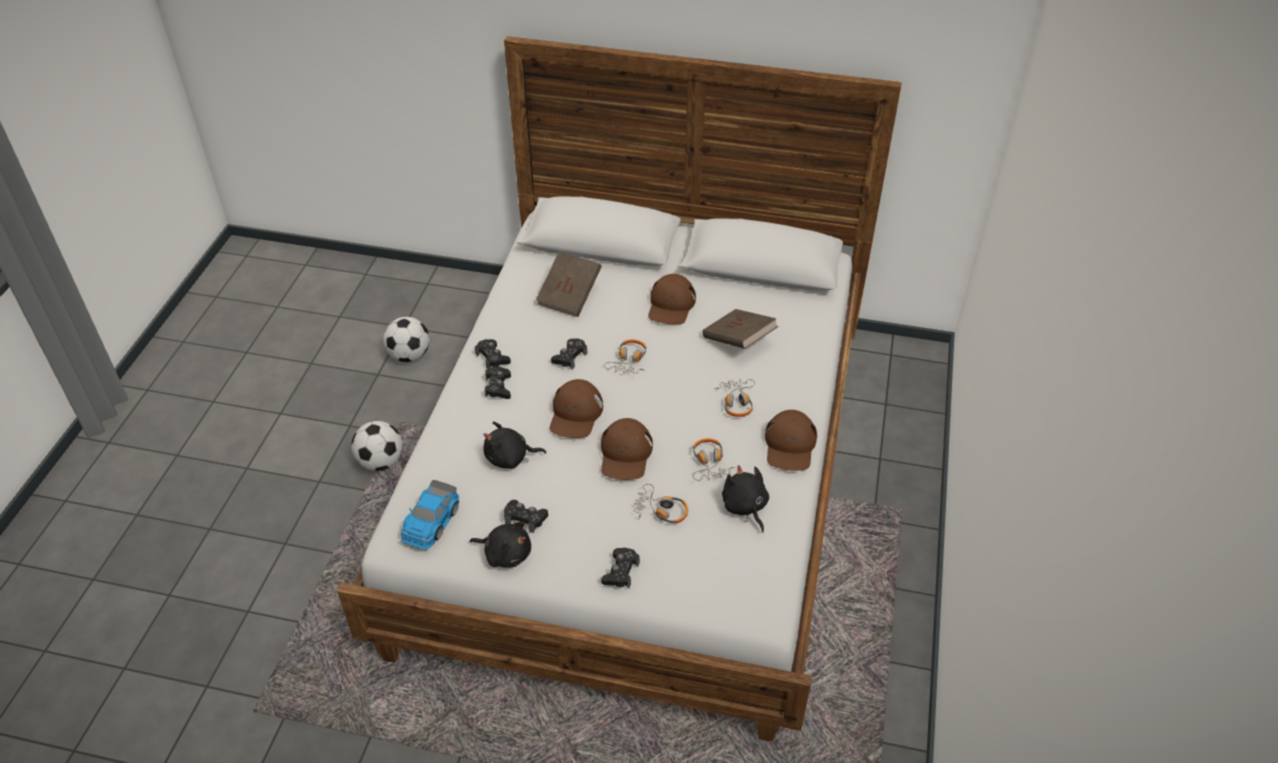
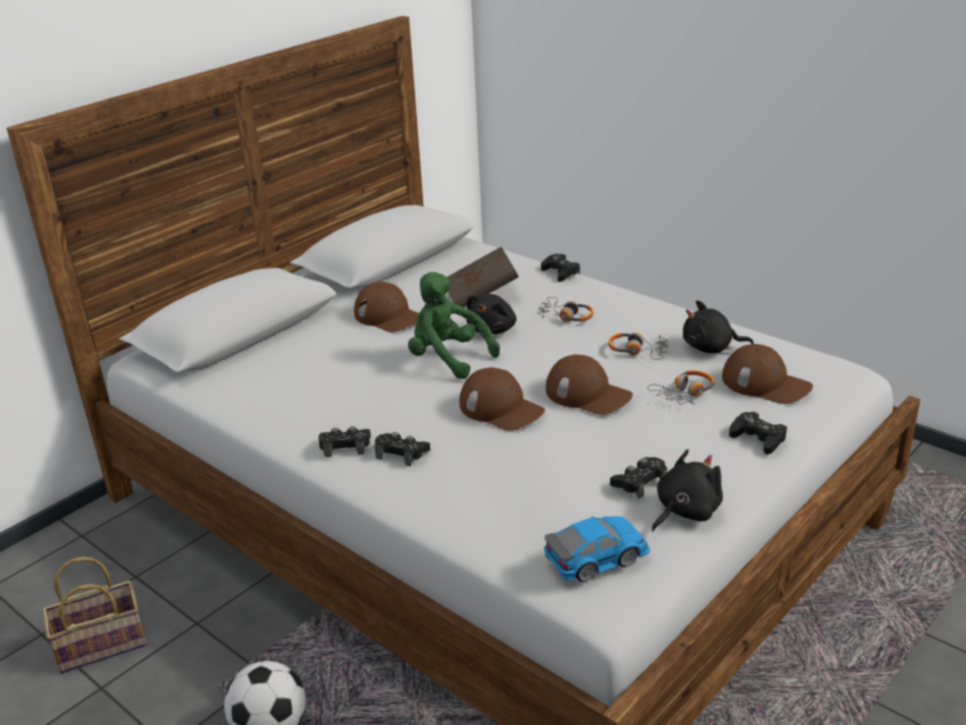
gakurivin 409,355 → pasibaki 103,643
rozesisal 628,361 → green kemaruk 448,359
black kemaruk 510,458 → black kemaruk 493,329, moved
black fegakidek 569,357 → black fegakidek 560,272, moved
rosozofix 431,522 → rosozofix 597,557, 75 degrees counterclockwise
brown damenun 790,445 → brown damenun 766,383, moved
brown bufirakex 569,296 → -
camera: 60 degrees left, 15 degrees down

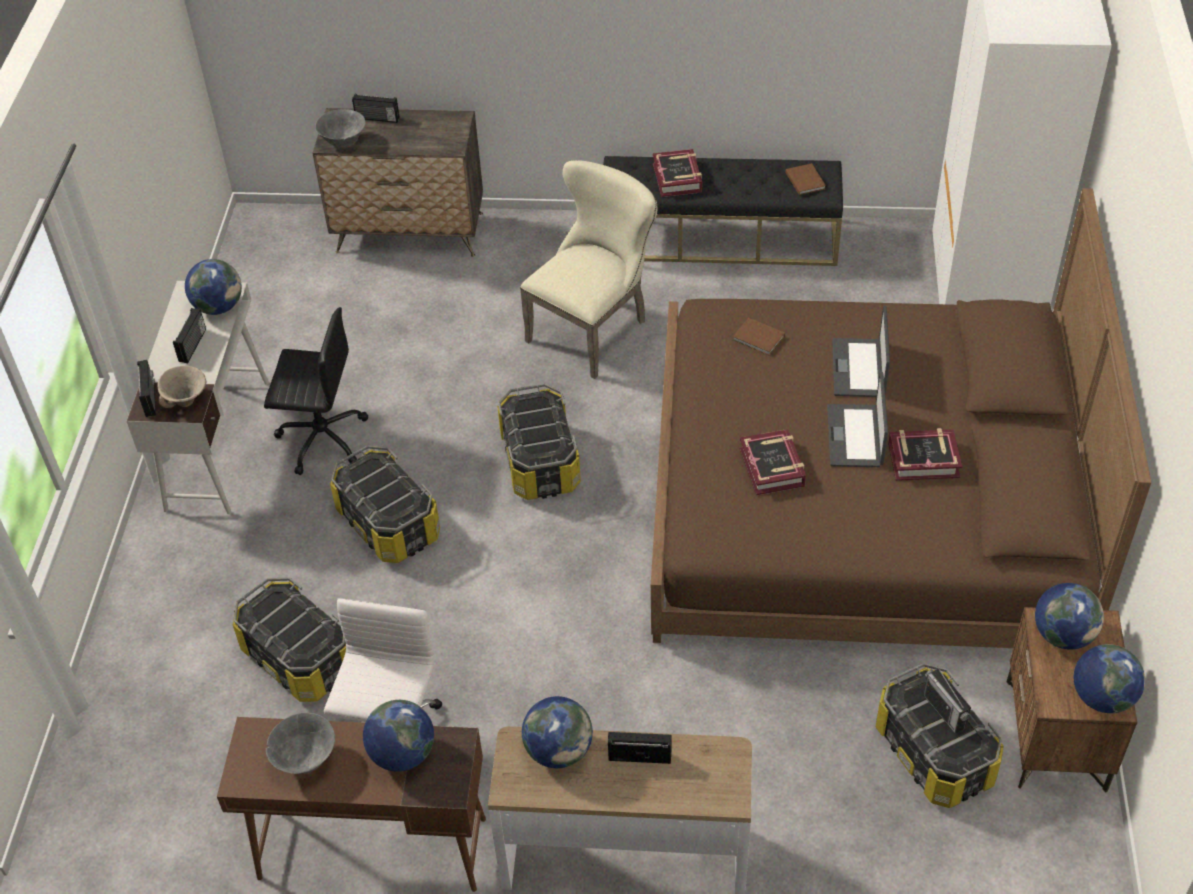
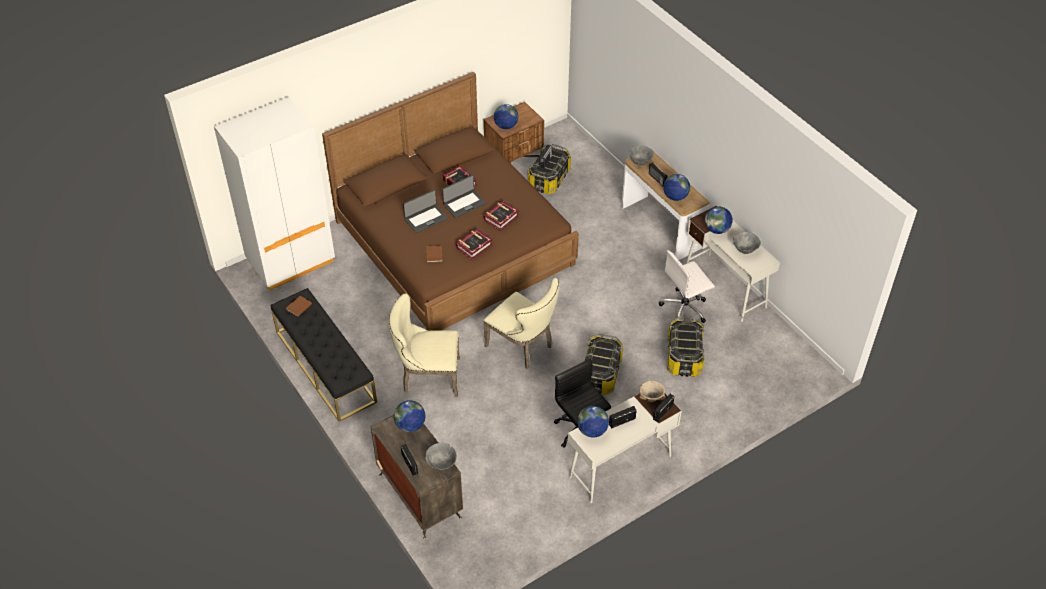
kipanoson 1102,697 → kipanoson 410,425, moved
bufirakex 677,178 → bufirakex 474,246, moved
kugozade 539,462 → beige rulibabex 523,347
- → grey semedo 640,163
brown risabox 371,848 → white risabox 725,287
camera: 130 degrees left, 0 degrees up

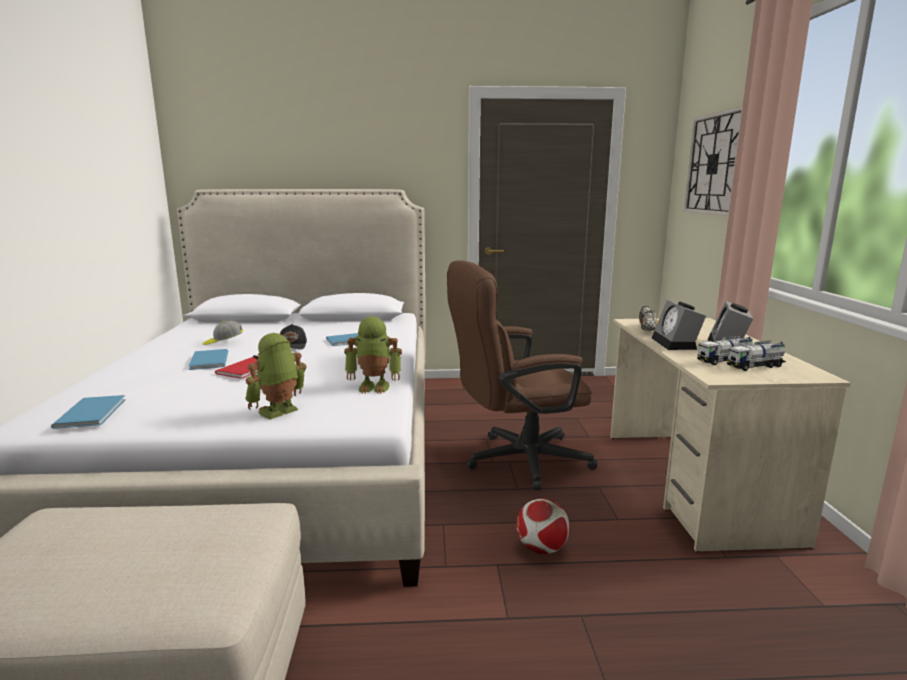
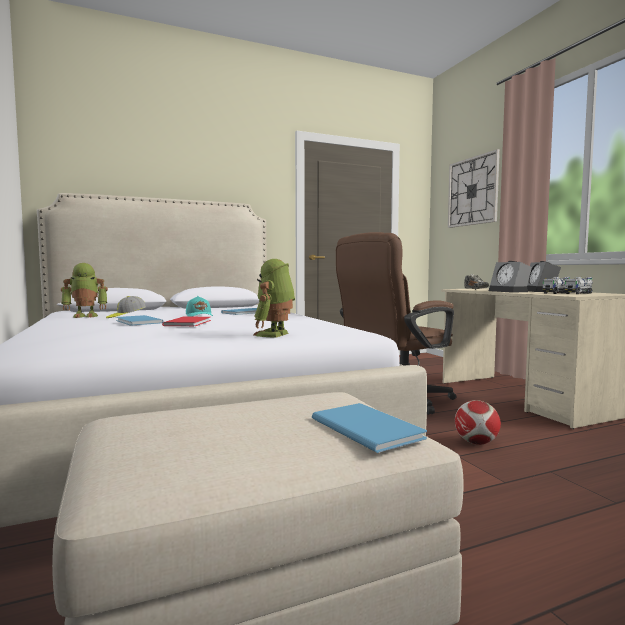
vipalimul 374,386 → vipalimul 86,316, moved
black damenun 292,346 → turquoise damenun 200,315
blue bufirakex 94,412 → blue bufirakex 367,427, moved
camera: 20 degrees left, 10 degrees down

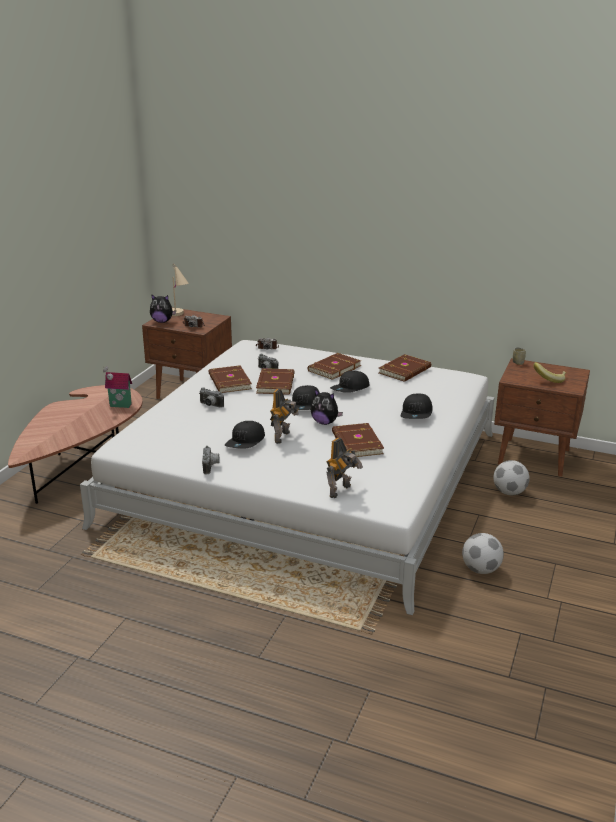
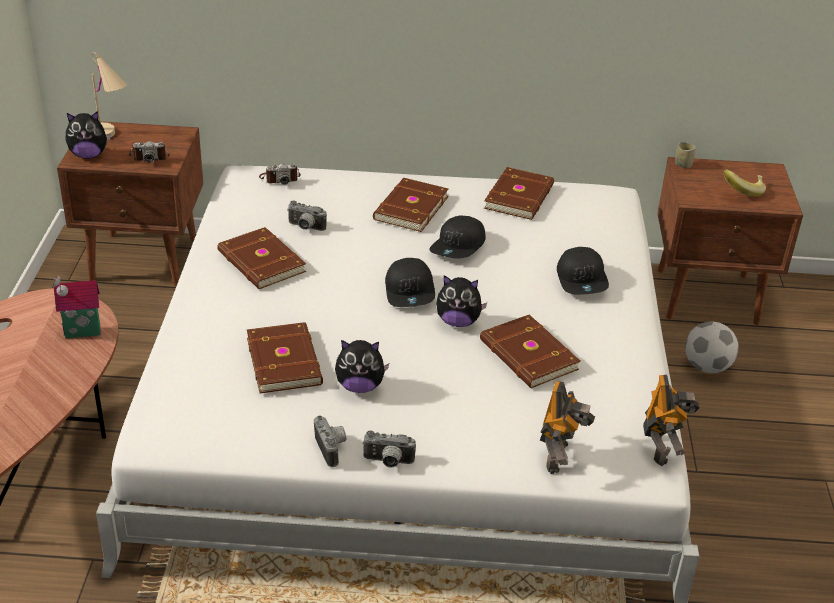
brown bufirakex 276,384 → brown bufirakex 285,360, moved
black damenun 246,442 → kemaruk 360,386
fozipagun 210,405 → fozipagun 388,462, moved
vipalimul 283,437 → vipalimul 661,448, moved
gakurivin 480,570 → -
camera: 20 degrees left, 10 degrees up

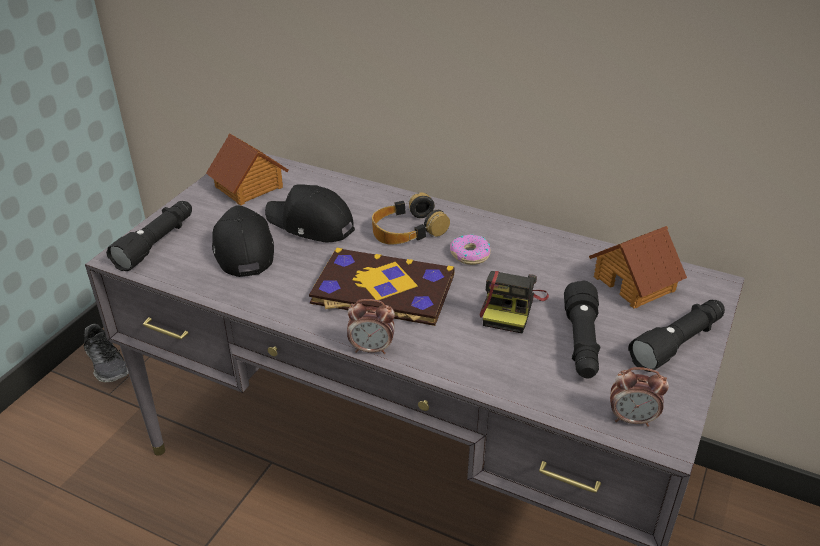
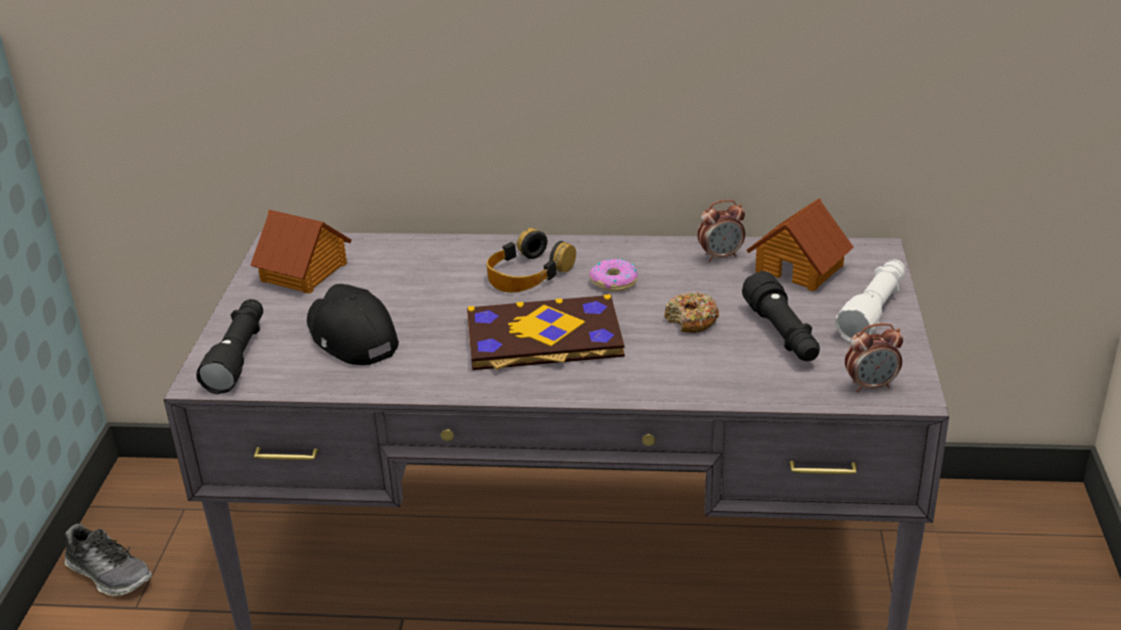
fozipagun 511,307 → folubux 691,320
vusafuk 371,349 → vusafuk 720,256, moved
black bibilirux 678,343 → white bibilirux 873,311
black damenun 310,224 → -
camera: 20 degrees left, 5 degrees down

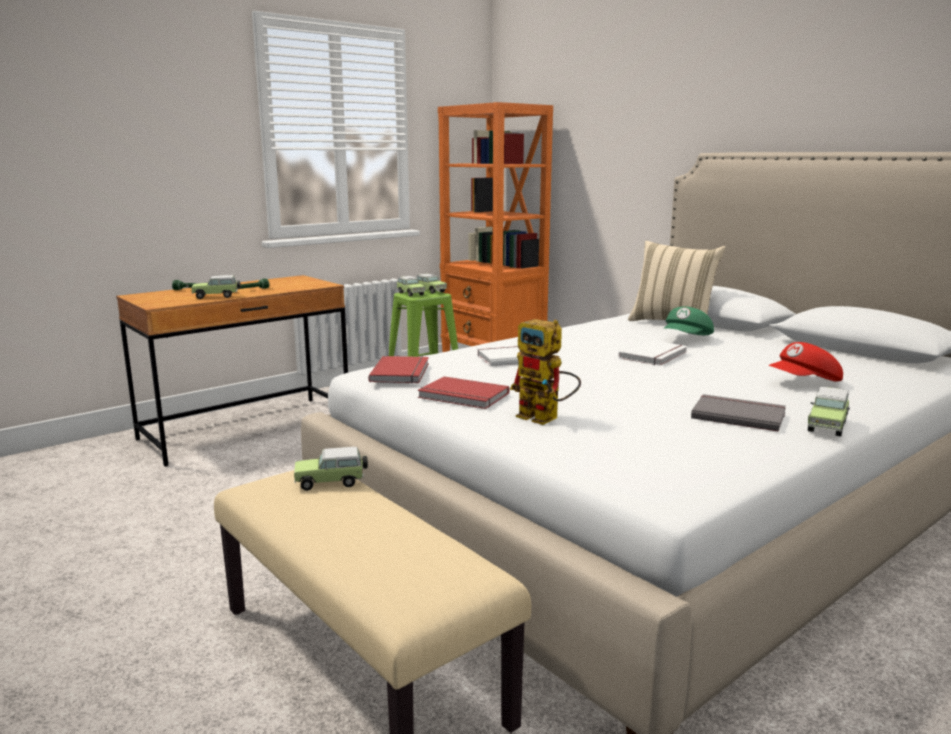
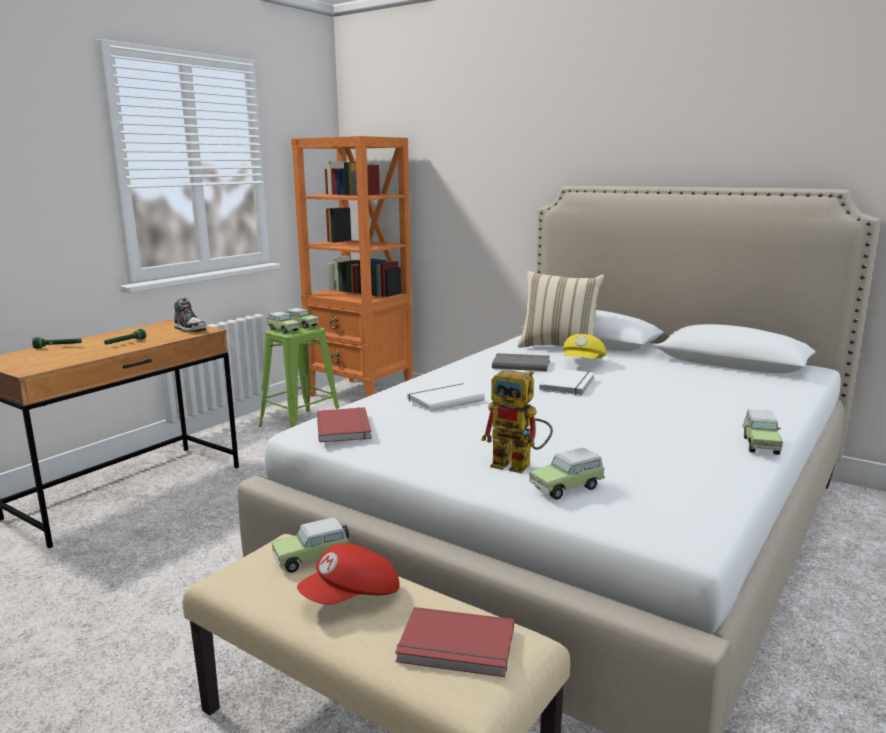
- → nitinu 190,329
red damenun 804,383 → red damenun 352,598, moved
red bufirakex 463,396 → red bufirakex 456,647, moved
grey bufirakex 738,415 → grey bufirakex 521,364, moved
rosozofix 217,296 → rosozofix 568,487, moved
green damenun 687,339 → yellow damenun 583,363
camera: 15 degrees left, 0 degrees up

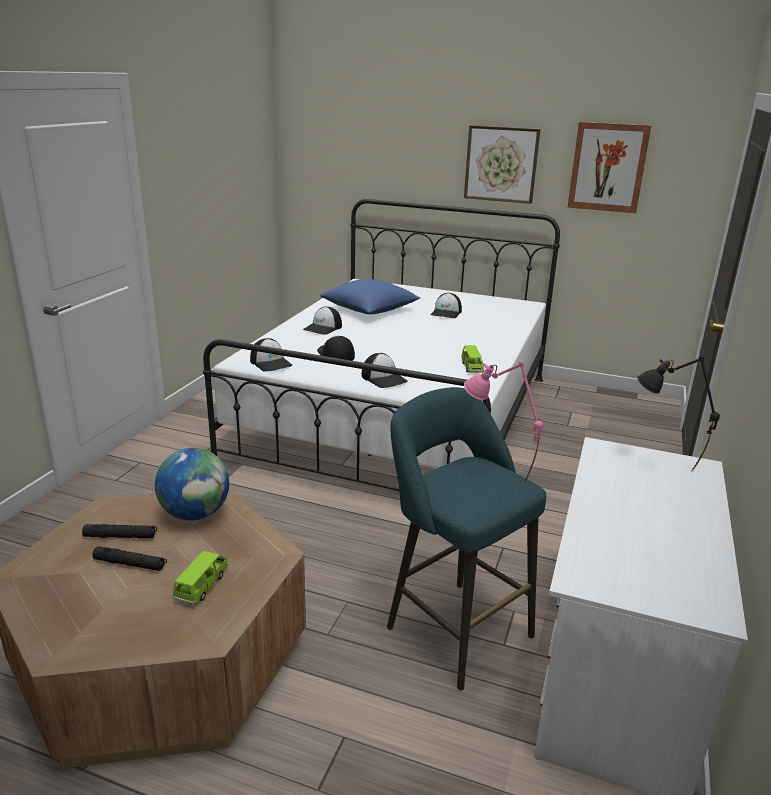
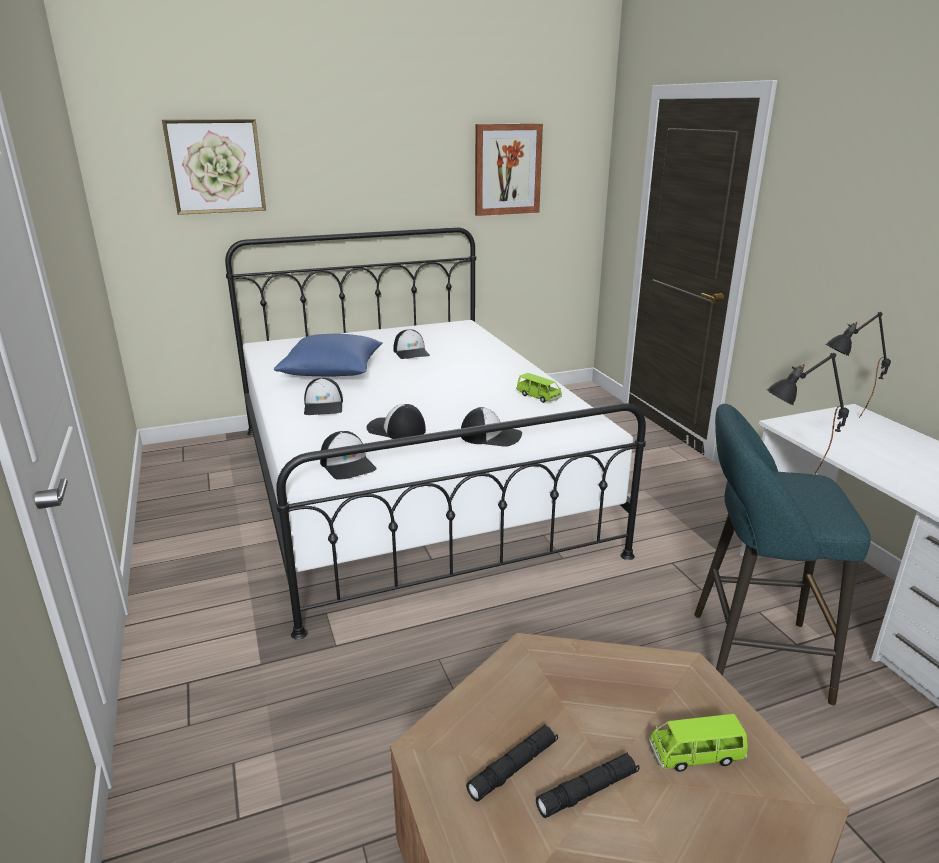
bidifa 501,164 → bidifa 216,166, moved
damenun 271,363 → damenun 348,465, 45 degrees clockwise
green rosozofix 202,586 → green rosozofix 696,755, 75 degrees counterclockwise
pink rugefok 494,477 → black rugefok 792,482
kipanoson 195,514 → -
camera: 40 degrees left, 0 degrees up

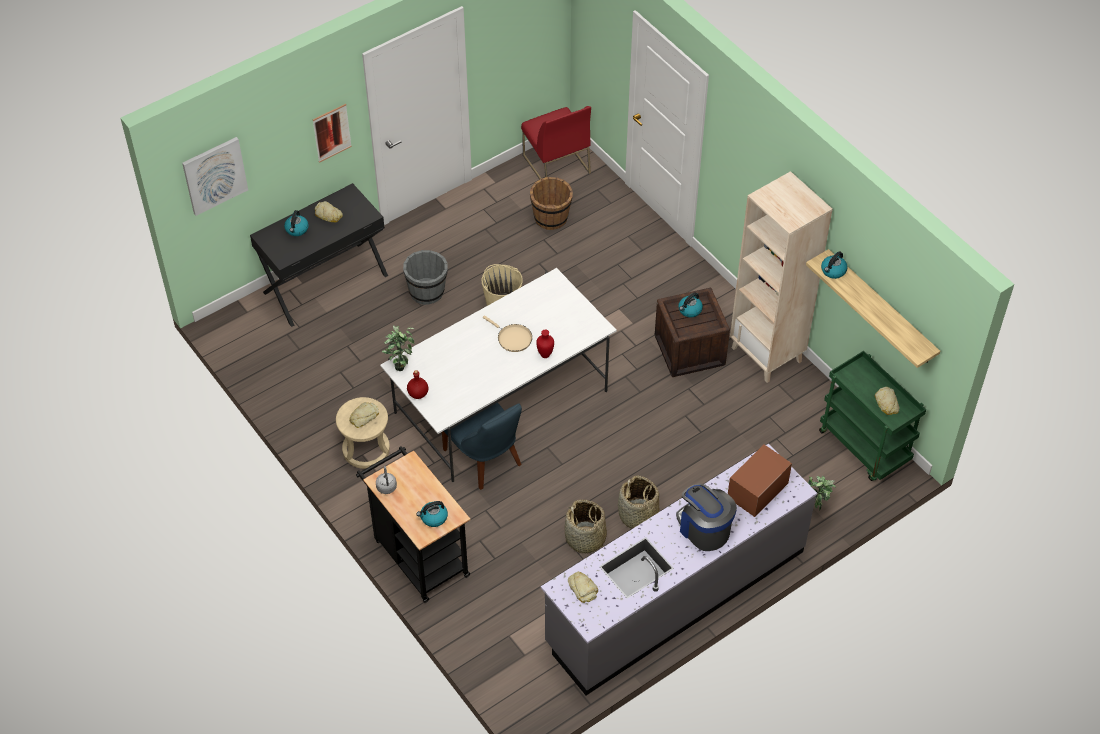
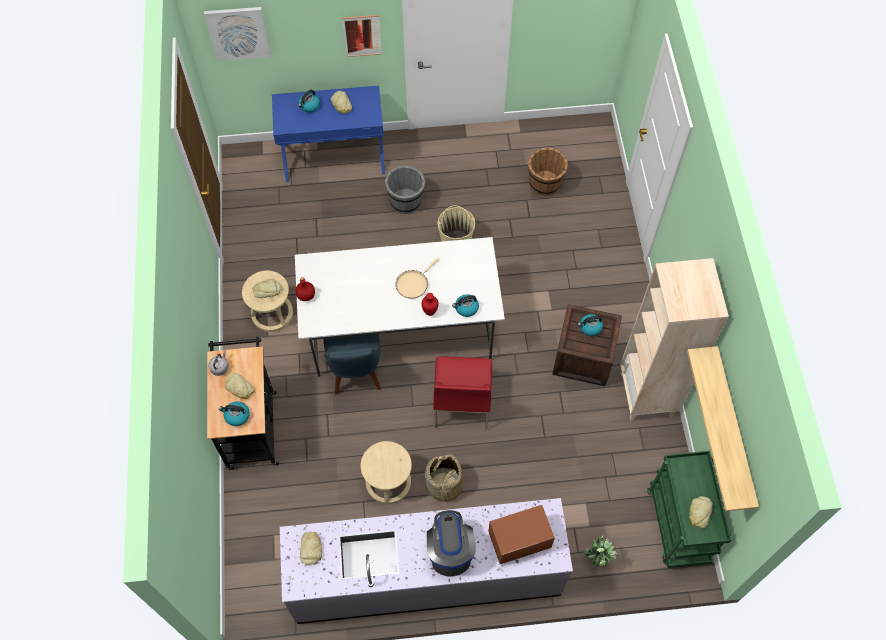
- → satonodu 239,388
black risabox 325,283 → blue risabox 334,157
pasibaki 585,539 → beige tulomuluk 388,483
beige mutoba 512,338 → beige mutoba 413,283, 60 degrees clockwise
red rulibabex 555,164 → red rulibabex 461,402, moved
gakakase 833,271 → gakakase 466,308, moved
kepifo 400,363 → -
camera: 30 degrees right, 10 degrees up

